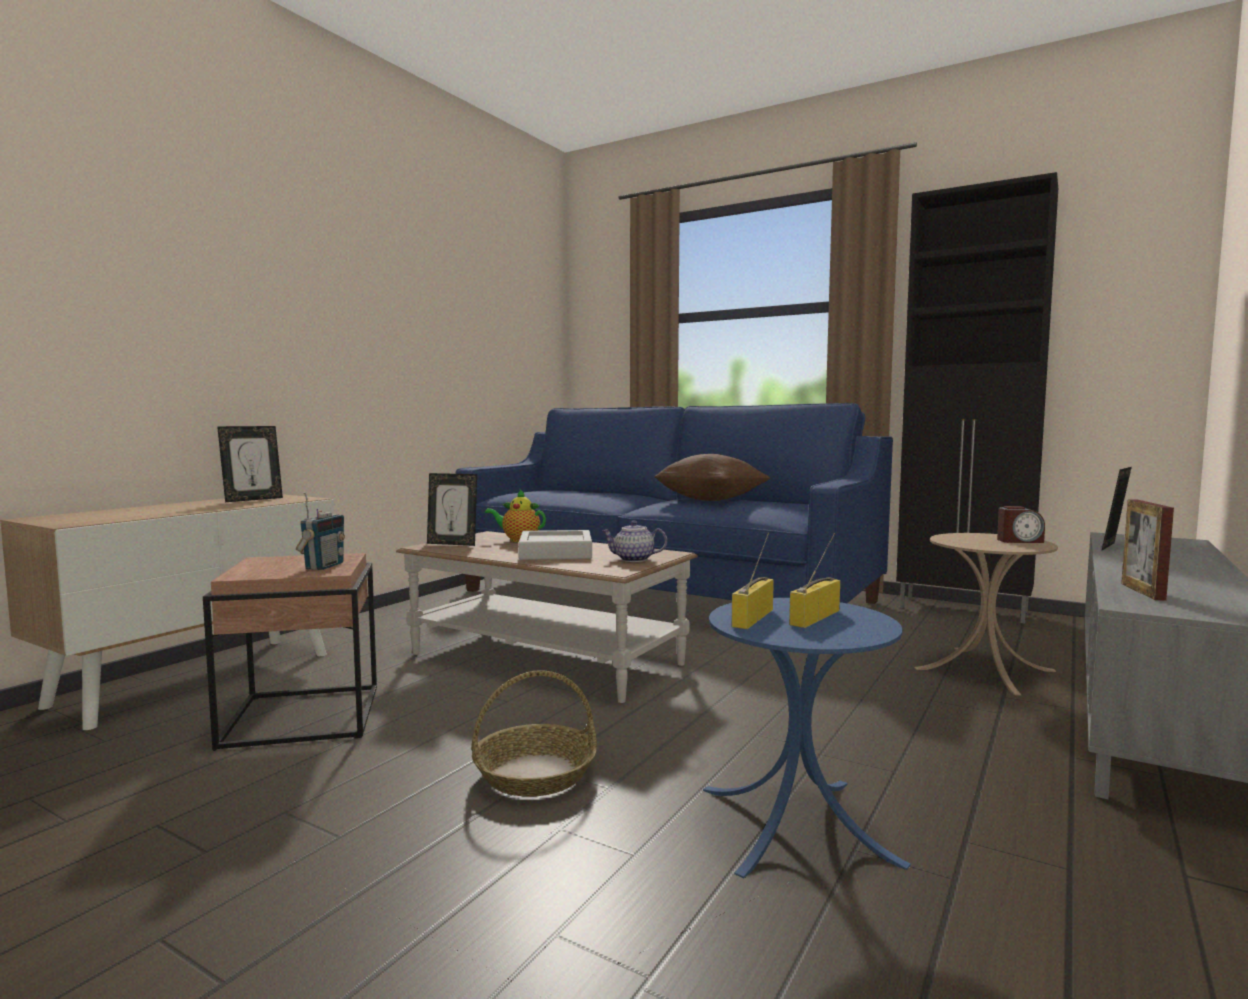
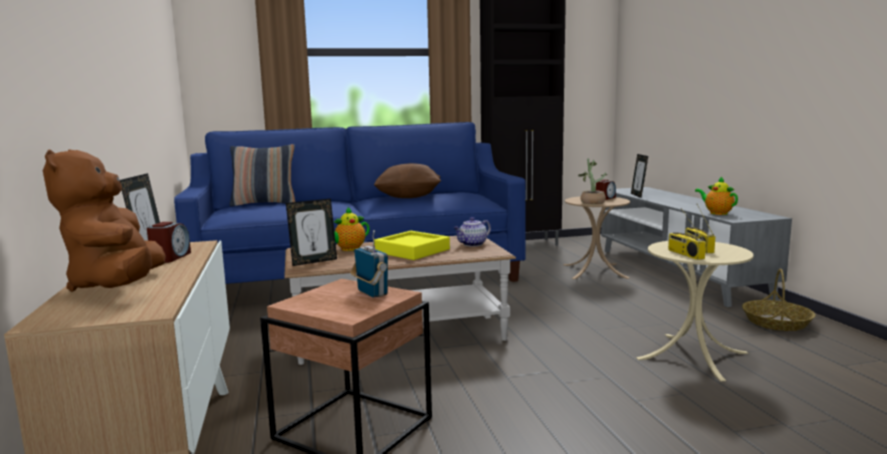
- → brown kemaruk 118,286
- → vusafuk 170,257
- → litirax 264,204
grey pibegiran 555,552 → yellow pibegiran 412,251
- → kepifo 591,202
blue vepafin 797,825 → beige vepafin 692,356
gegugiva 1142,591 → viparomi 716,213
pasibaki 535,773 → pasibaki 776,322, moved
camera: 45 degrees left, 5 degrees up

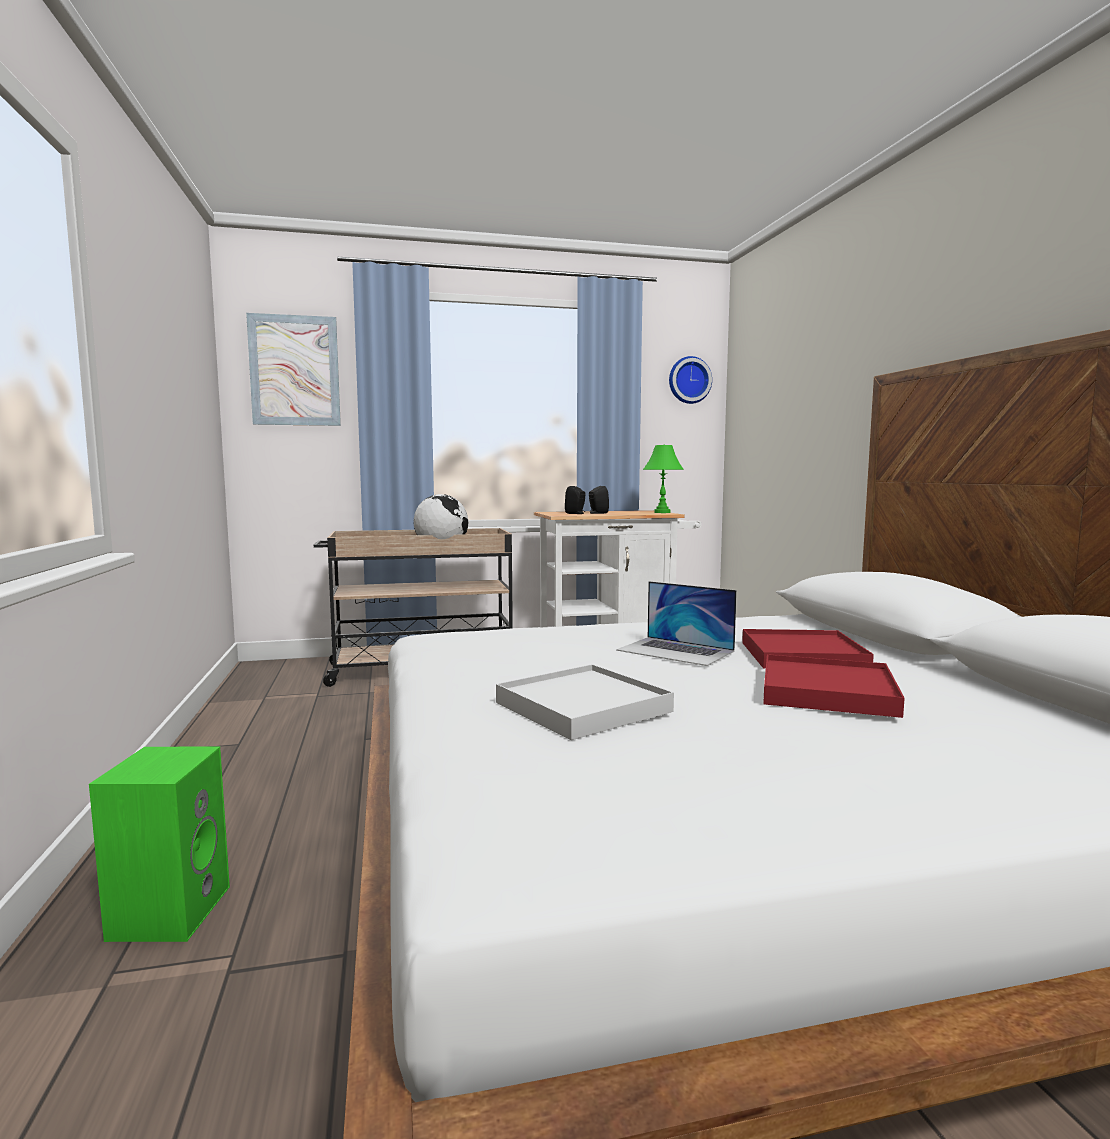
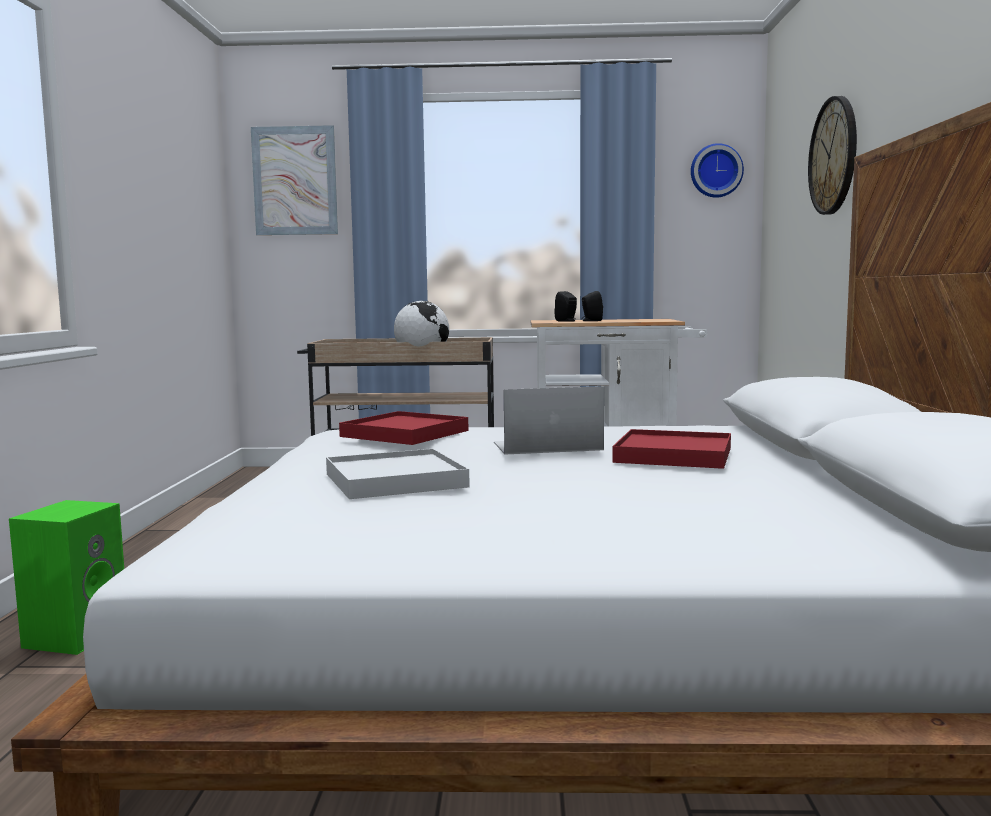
red pibegiran 827,691 → red pibegiran 405,433, moved
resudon 675,651 → resudon 546,446, 120 degrees clockwise
- → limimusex 834,156
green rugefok 662,512 → -
camera: 15 degrees right, 0 degrees up

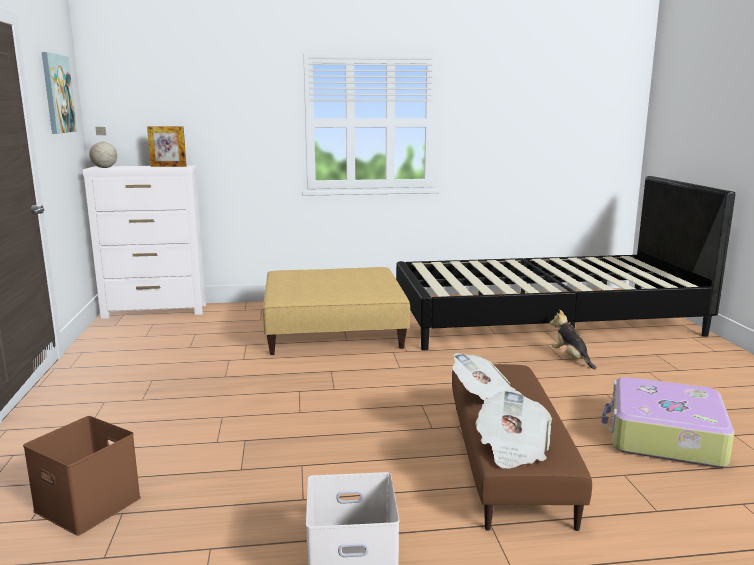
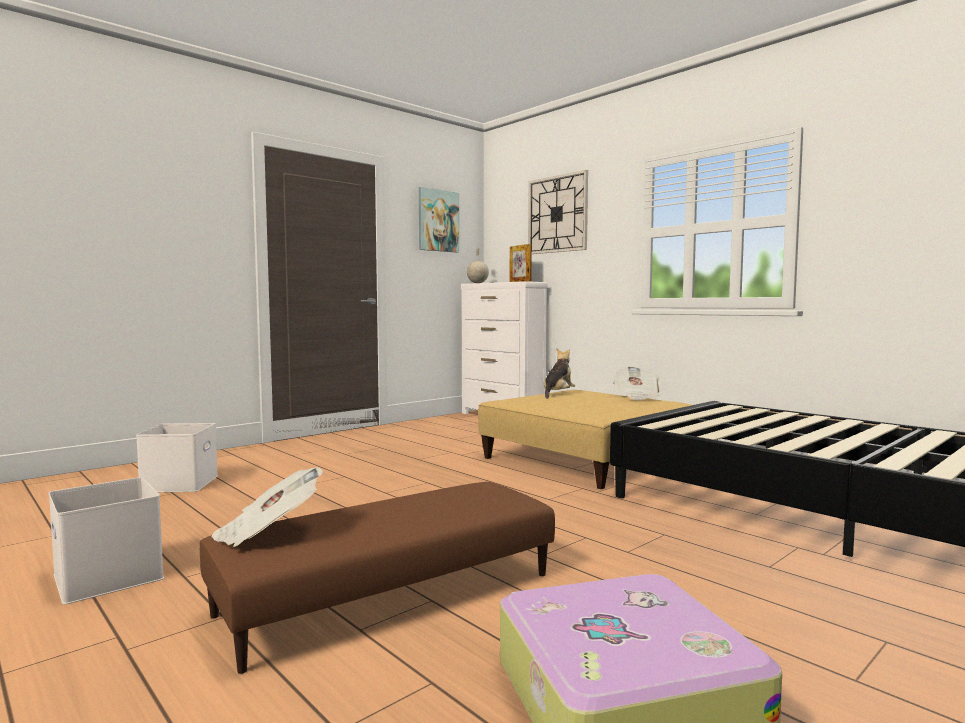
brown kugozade 90,504 → white kugozade 180,484
- → limimusex 557,214
kemaruk 571,358 → kemaruk 558,394, moved
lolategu 484,397 → lolategu 636,396, moved
camera: 55 degrees right, 10 degrees down

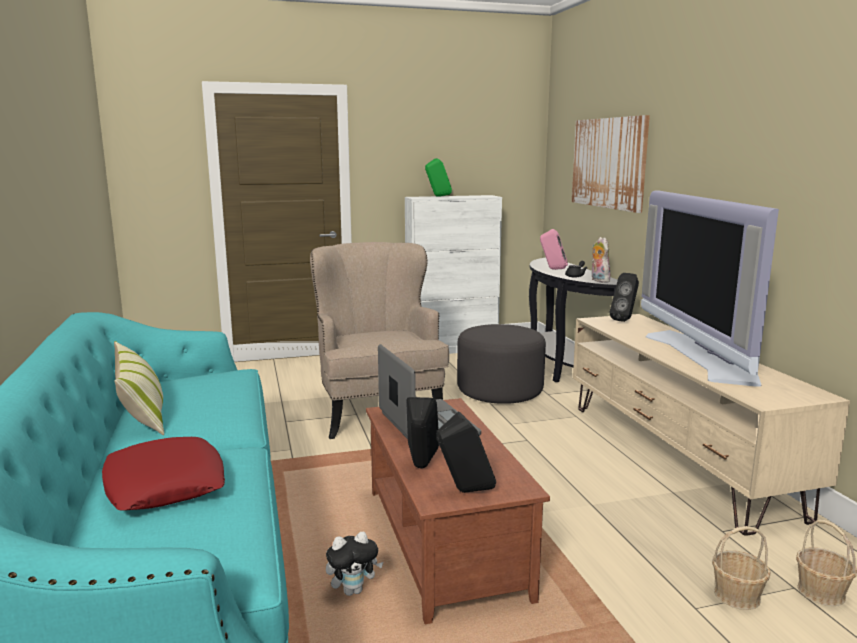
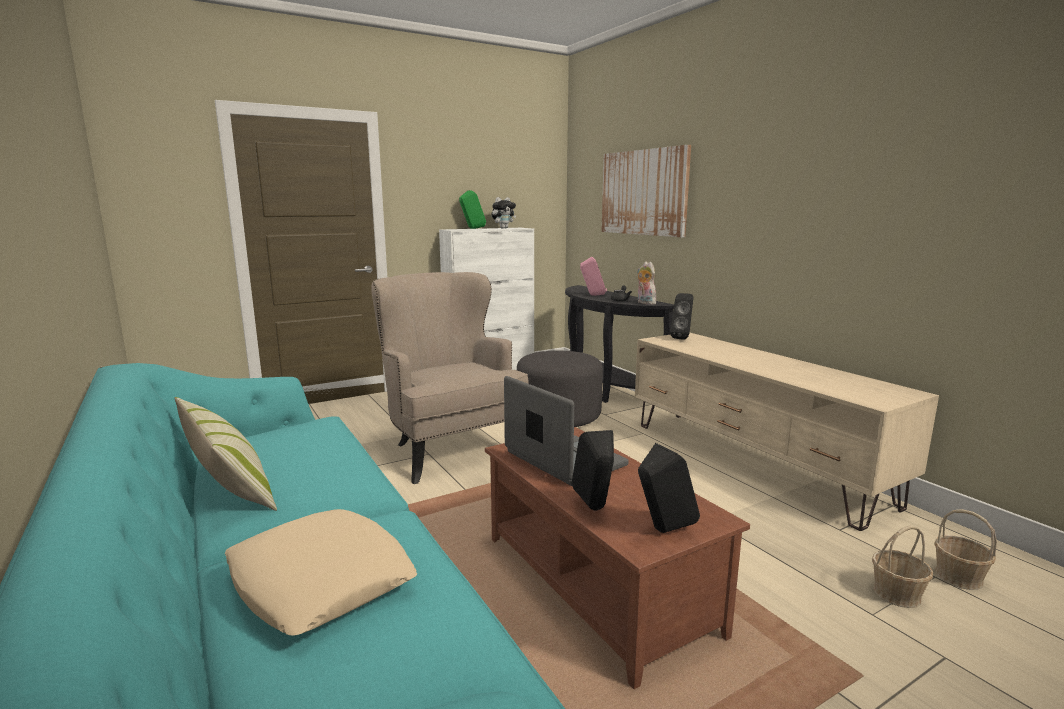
red litirax 164,484 → beige litirax 320,580
kemaruk 353,590 → kemaruk 503,228, moved
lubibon 701,356 → -
camera: 15 degrees left, 0 degrees up

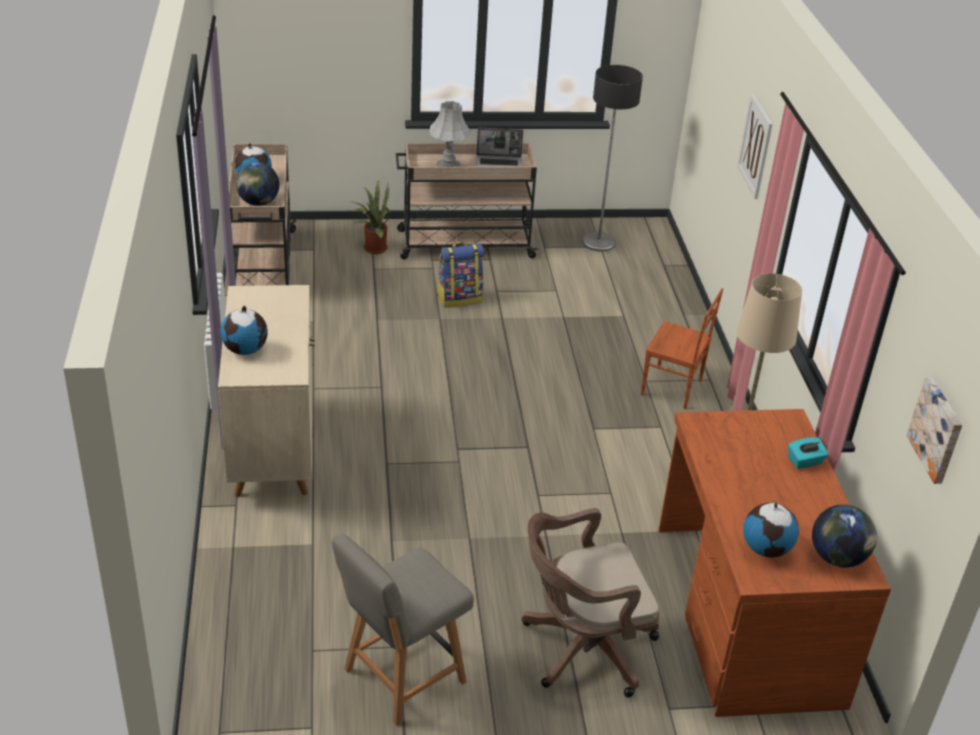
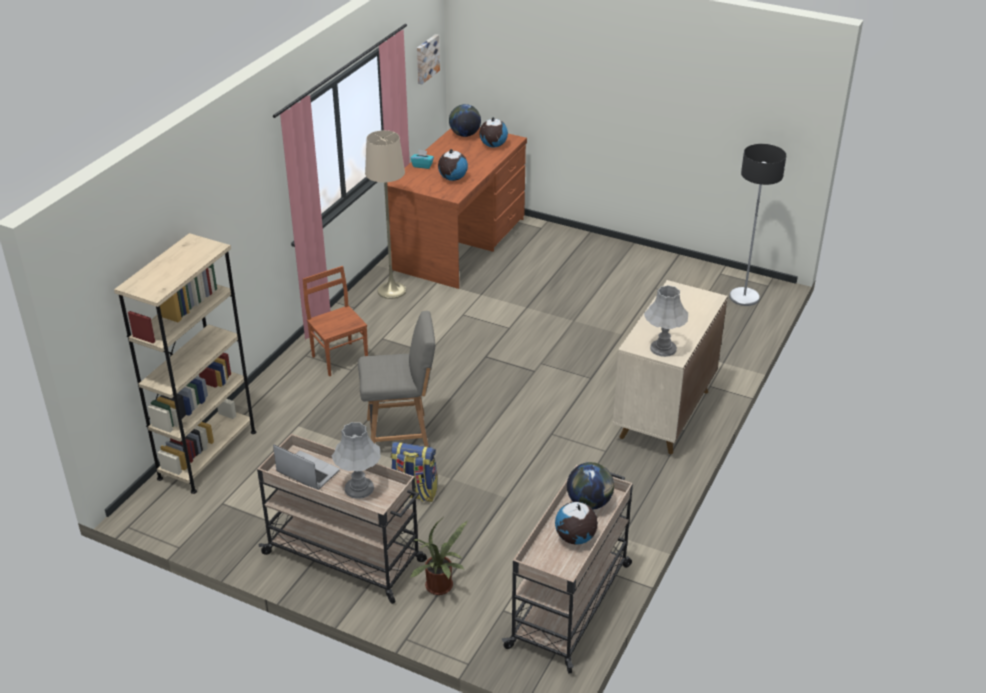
- → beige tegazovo 207,455
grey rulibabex 401,678 → grey rulibabex 401,434, moved
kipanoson 246,350 → kipanoson 452,178, moved
- → grey rugefok 663,348
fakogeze 598,242 → fakogeze 744,297, moved
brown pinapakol 581,649 → -
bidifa 755,146 → -
camera: 145 degrees left, 0 degrees up

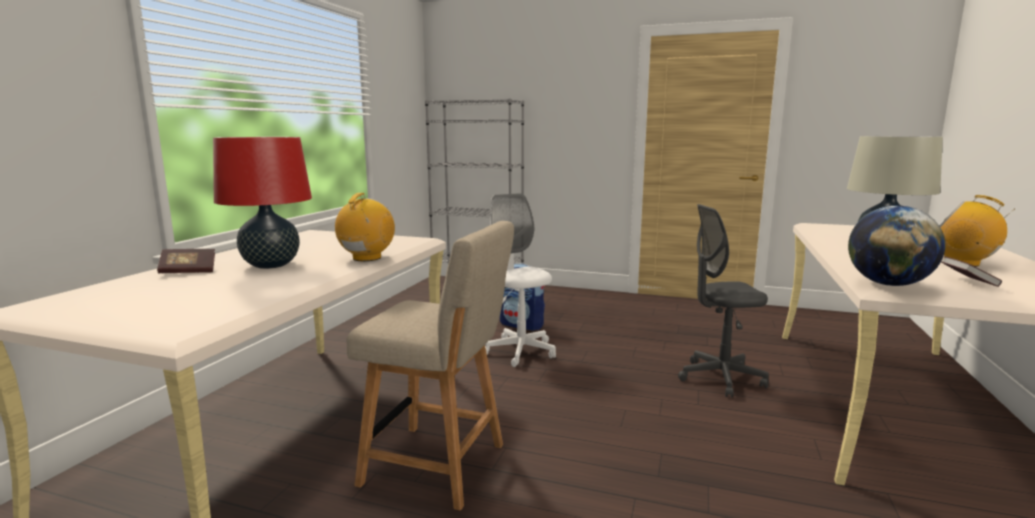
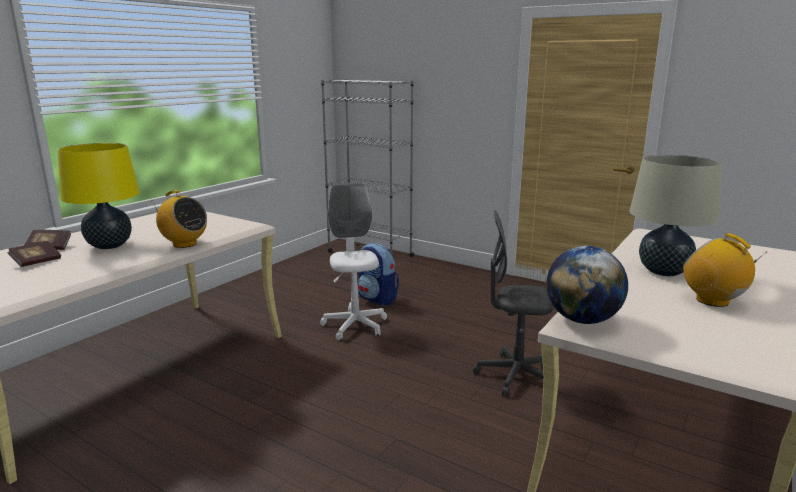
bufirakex 968,282 → bufirakex 36,262, moved
red rugefok 271,265 → yellow rugefok 109,246
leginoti 367,258 → leginoti 184,244, 90 degrees clockwise
beige rulibabex 440,466 → -
camera: 15 degrees right, 5 degrees up

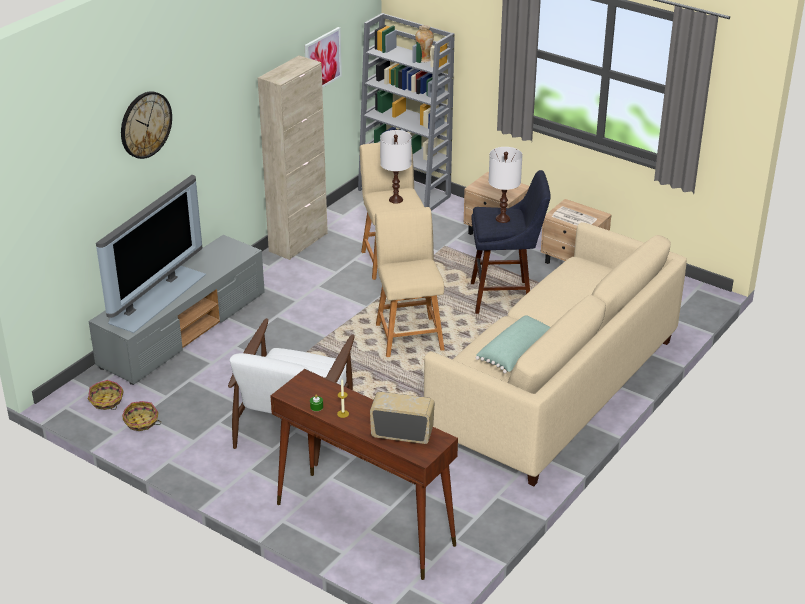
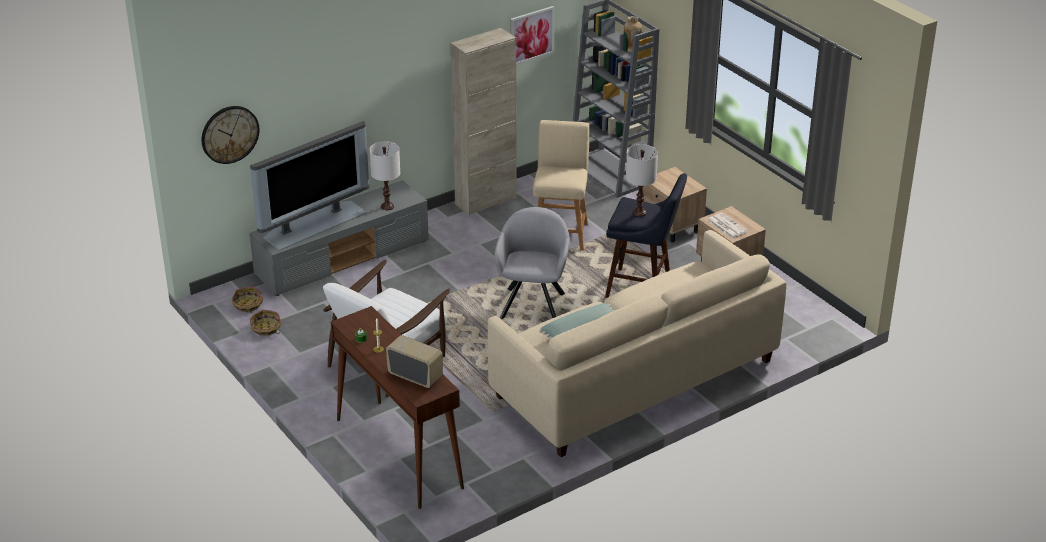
limimusex 145,124 → limimusex 229,134, moved
white rugefok 395,200 → white rugefok 387,206, moved
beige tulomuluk 408,335 → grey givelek 533,303
camera: 20 degrees right, 0 degrees up

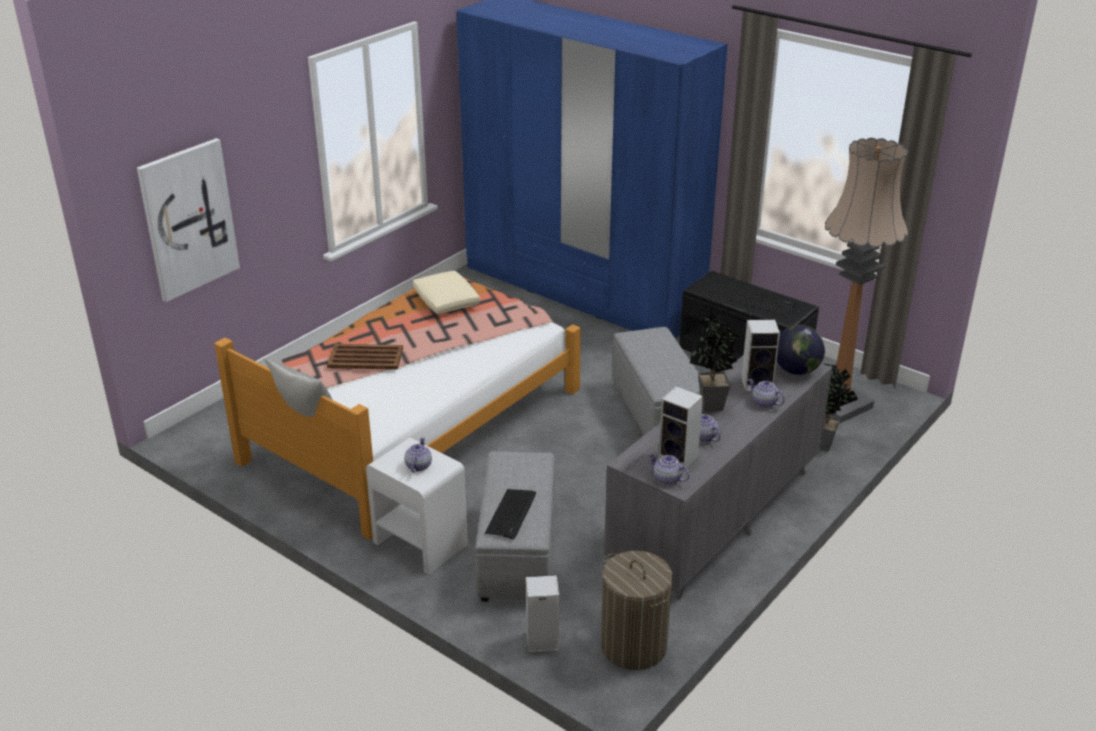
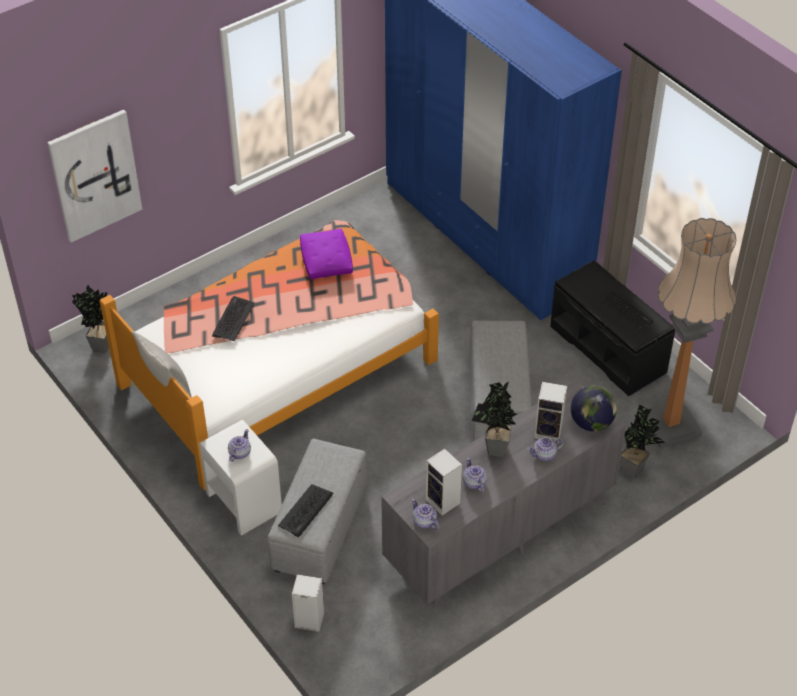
- → kepifo 99,344
brown pibegiran 365,357 → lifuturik 233,319
beige litirax 446,301 → purple litirax 326,260
viparomi 764,403 → viparomi 544,455, 75 degrees counterclockwise
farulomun 633,646 → -
camera: 15 degrees right, 15 degrees up

